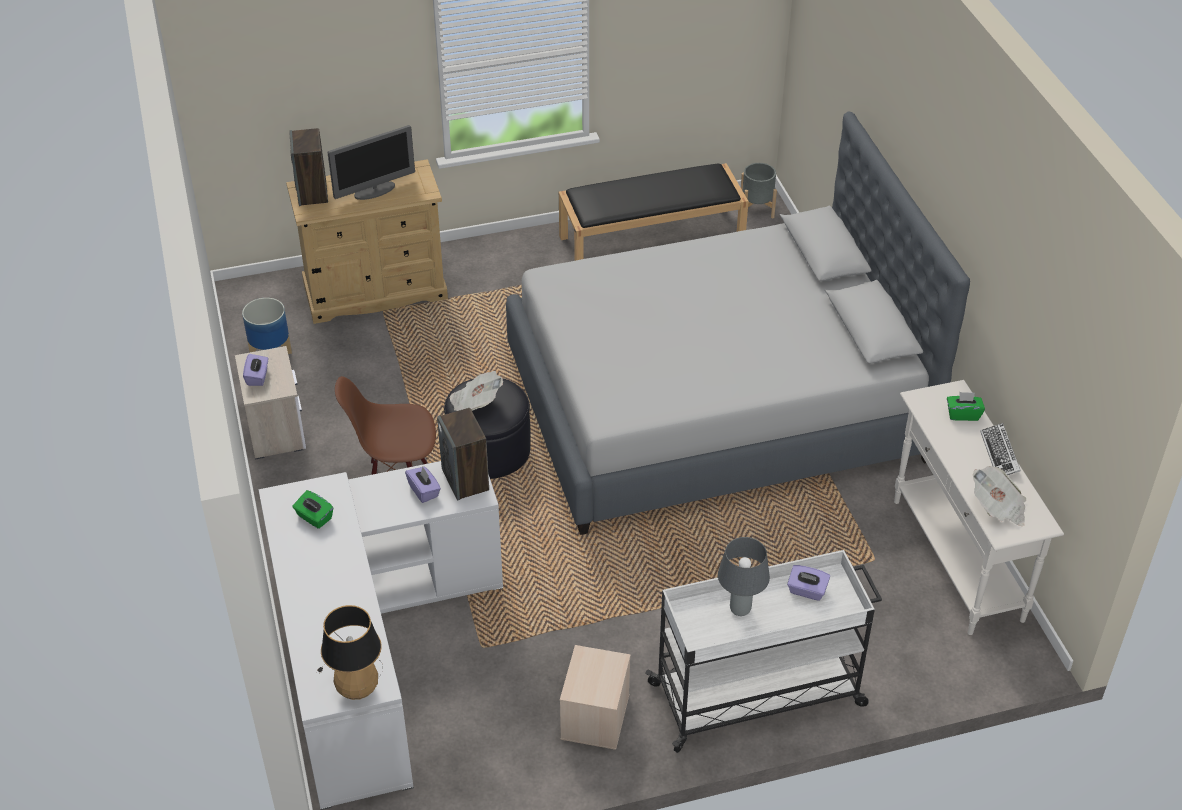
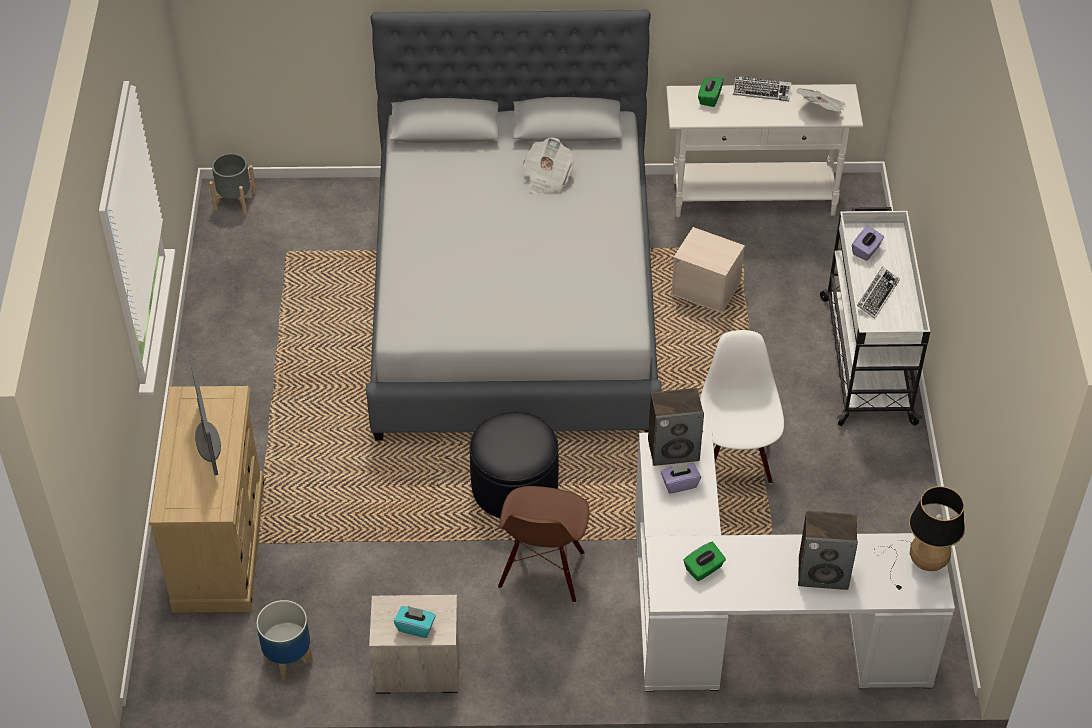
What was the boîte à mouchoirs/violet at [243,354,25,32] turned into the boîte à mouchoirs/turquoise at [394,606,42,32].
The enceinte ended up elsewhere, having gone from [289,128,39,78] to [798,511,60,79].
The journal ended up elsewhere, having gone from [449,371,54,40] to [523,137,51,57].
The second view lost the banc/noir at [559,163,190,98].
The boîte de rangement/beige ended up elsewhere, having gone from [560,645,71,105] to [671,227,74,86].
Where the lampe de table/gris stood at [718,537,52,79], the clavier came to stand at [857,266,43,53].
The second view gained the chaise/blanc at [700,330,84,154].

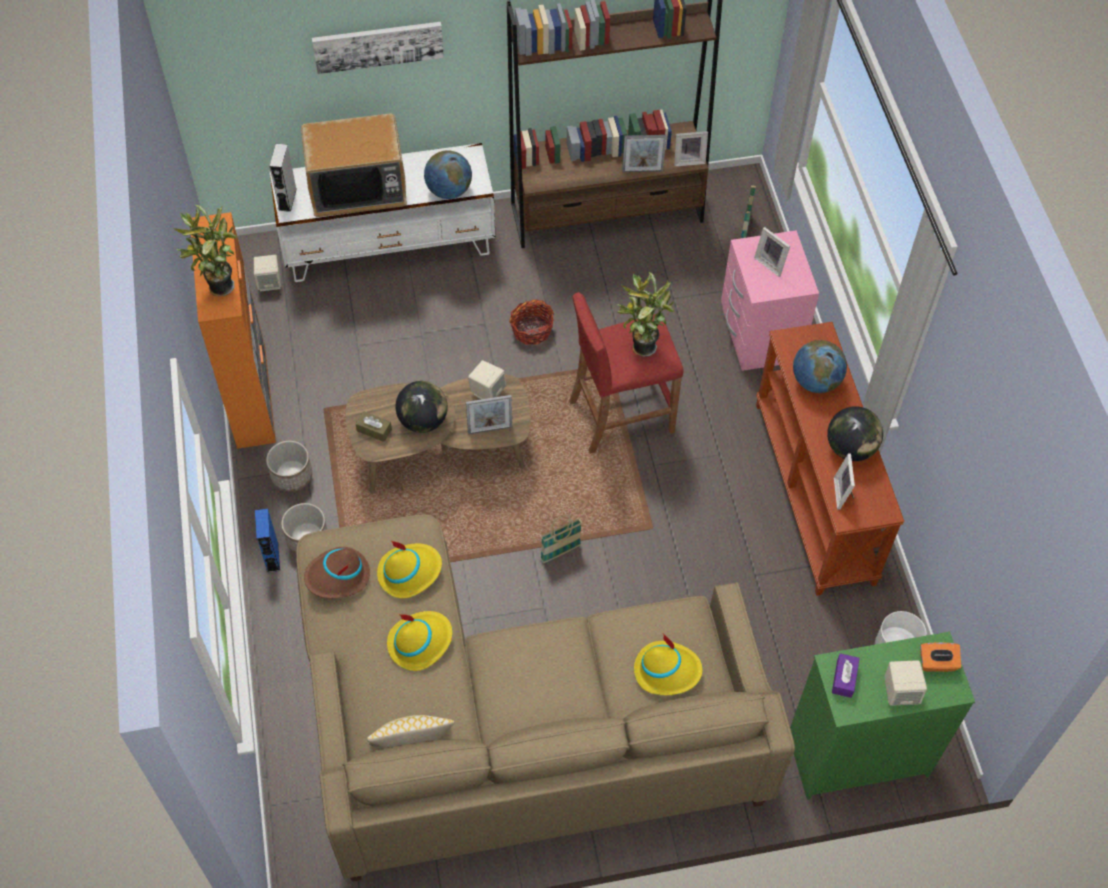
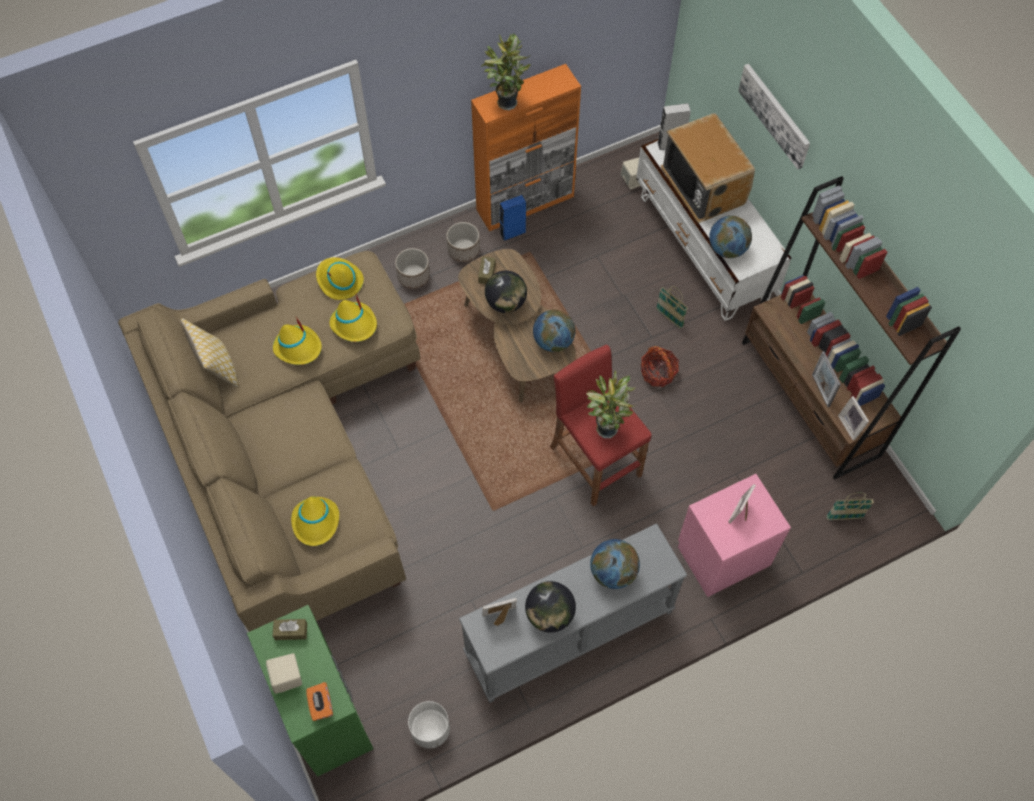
The enceinte/bleu ended up elsewhere, having gone from [255,508,25,65] to [500,195,26,46].
What was the chapeau/marron at [304,547,66,52] turned into the chapeau/jaune at [316,257,48,43].
The second view lost the cadre photo at [466,395,46,39].
Where the enceinte/beige stood at [468,360,38,39], the globe came to stand at [533,310,42,42].
The panier ended up elsewhere, having gone from [540,515,42,48] to [656,286,32,43].
What was the table console/marron at [756,322,148,274] turned into the table console/gris at [459,523,228,180].
What was the boîte à mouchoirs/violet at [832,653,28,45] turned into the boîte à mouchoirs/marron at [273,619,34,21].

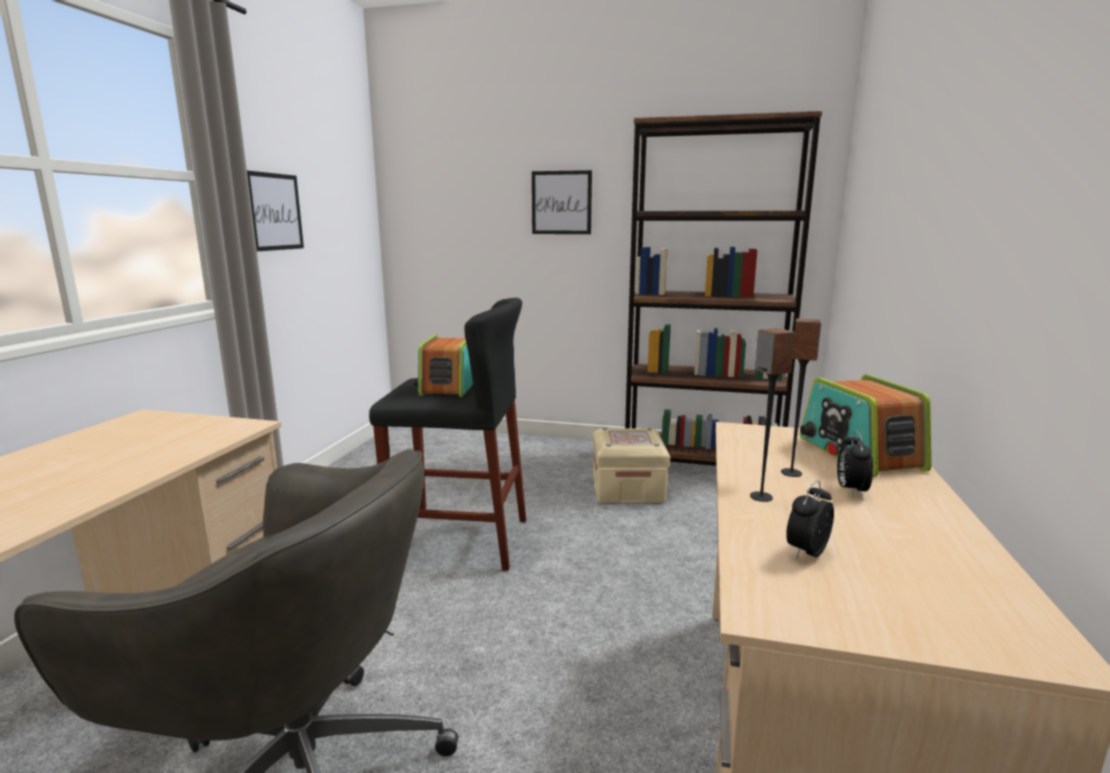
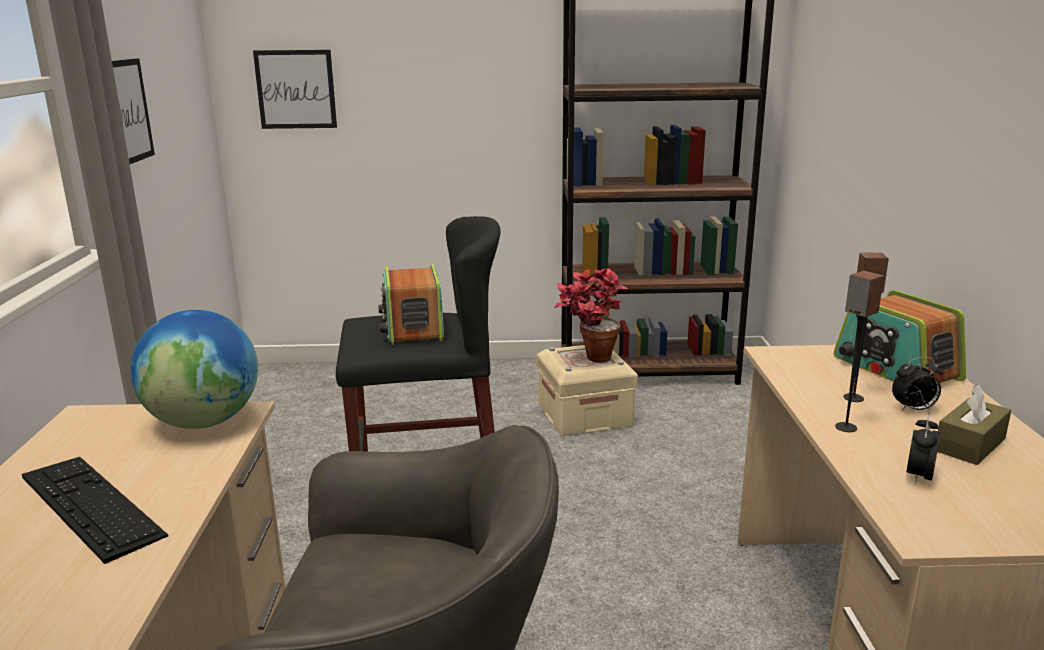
The tableau ended up elsewhere, having gone from [532,170,60,64] to [253,50,84,79].
The réveil at [837,430,36,67] ended up facing another way, 90 degrees counterclockwise from before.
The second view gained the clavier at [22,457,146,107].
The second view gained the globe at [130,310,128,119].
The second view gained the plante en pot at [554,268,74,95].
The second view gained the boîte à mouchoirs/marron at [937,384,74,81].

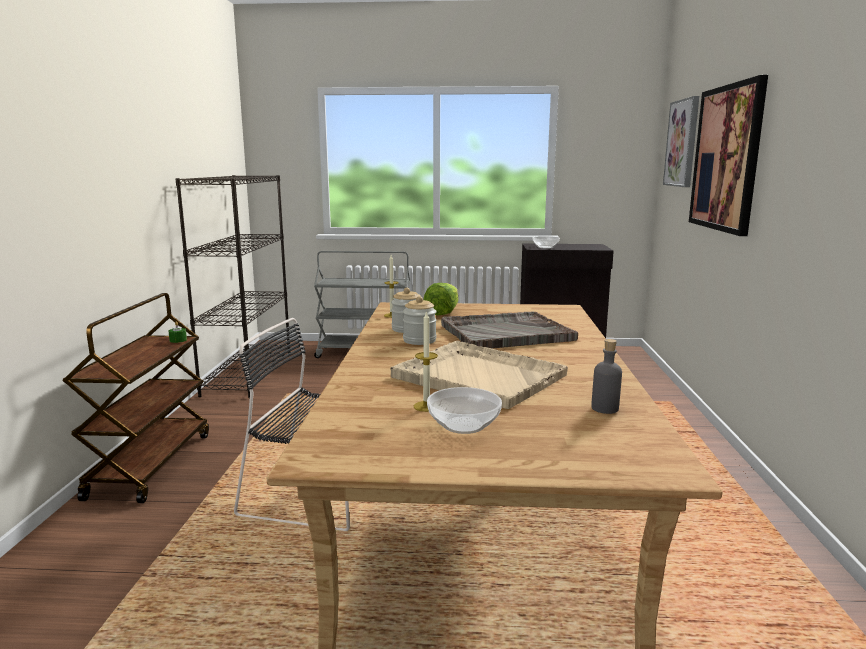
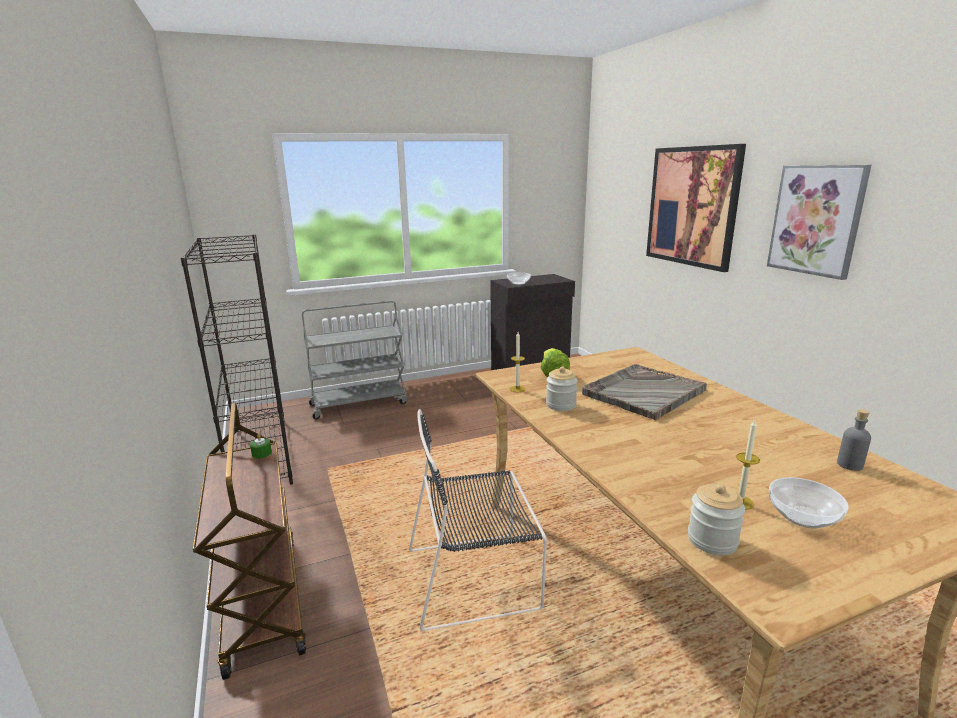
The second view lost the plateau/beige at [390,341,178,68].
The bocal ended up elsewhere, having gone from [403,296,33,49] to [688,484,57,71].
The tableau ended up elsewhere, having gone from [663,96,36,91] to [767,165,104,115].

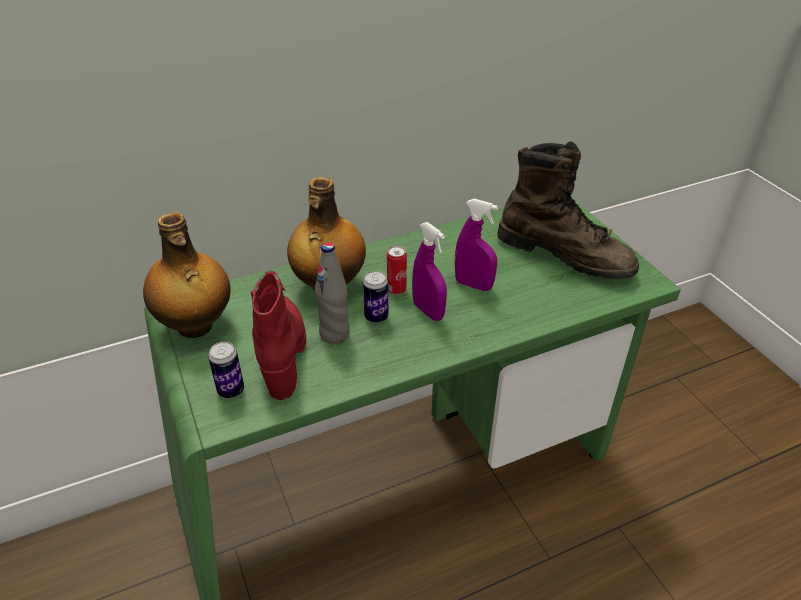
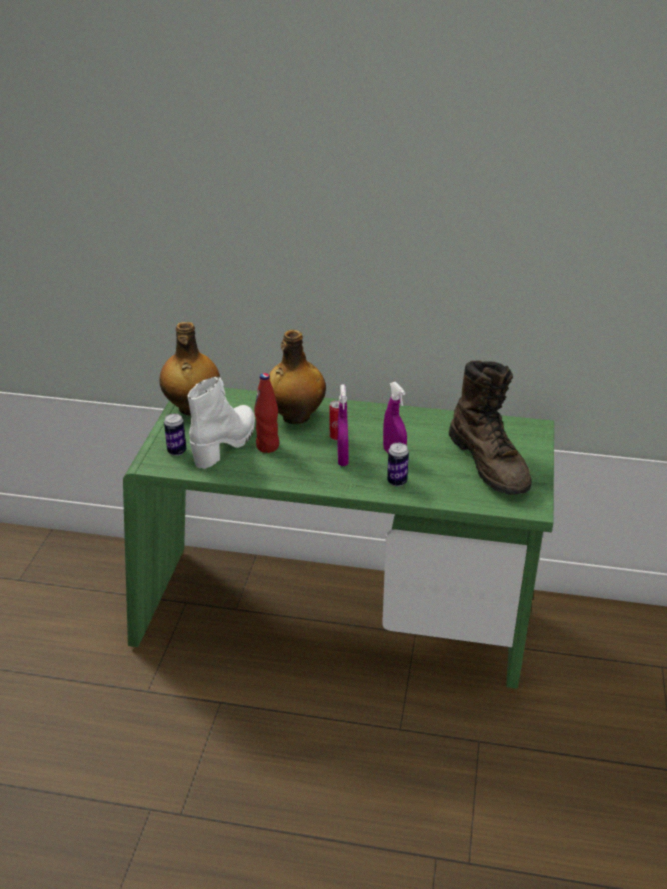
What was the botte/rouge at [251,270,55,130] turned into the botte/blanc at [188,377,67,92].
What was the bouteille/gris at [315,242,35,102] turned into the bouteille/rouge at [254,373,25,80].
The boîte métallique ended up elsewhere, having gone from [363,271,26,52] to [387,443,22,43].

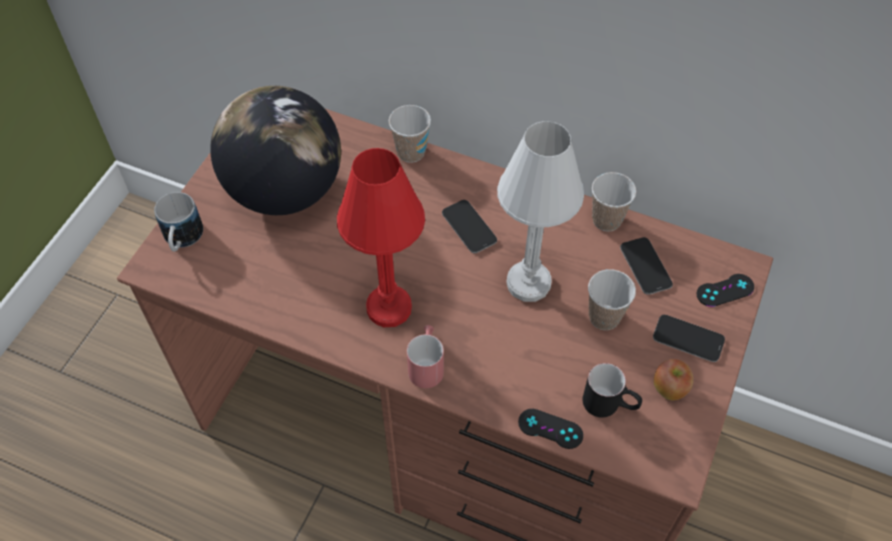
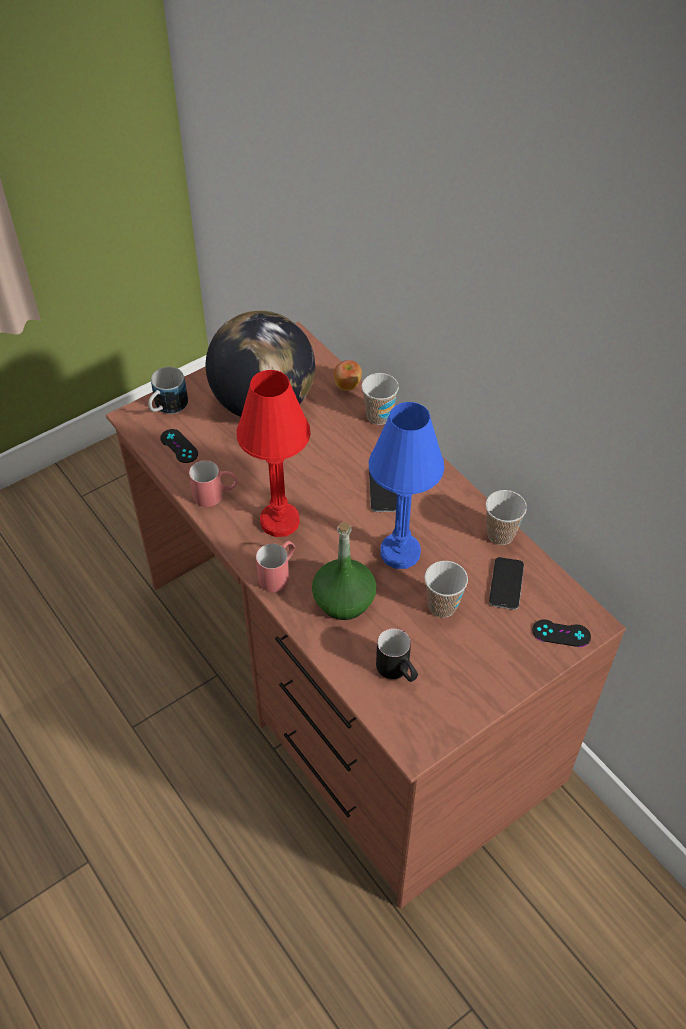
What was the lampe de table/blanc at [497,121,87,181] turned into the lampe de table/bleu at [369,402,75,167].
The manette/noir ended up elsewhere, having gone from [518,409,65,40] to [160,429,38,34].
The second view lost the téléphone at [653,315,72,47].
The pomme ended up elsewhere, having gone from [654,359,39,42] to [334,360,28,31].
The second view gained the mug/rouge at [189,460,48,47].
The second view gained the bouteille/vert at [312,522,64,98].

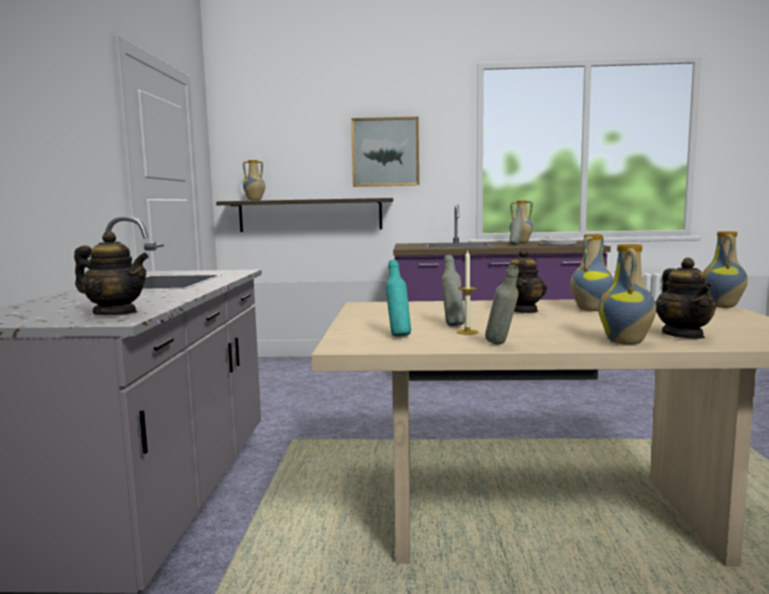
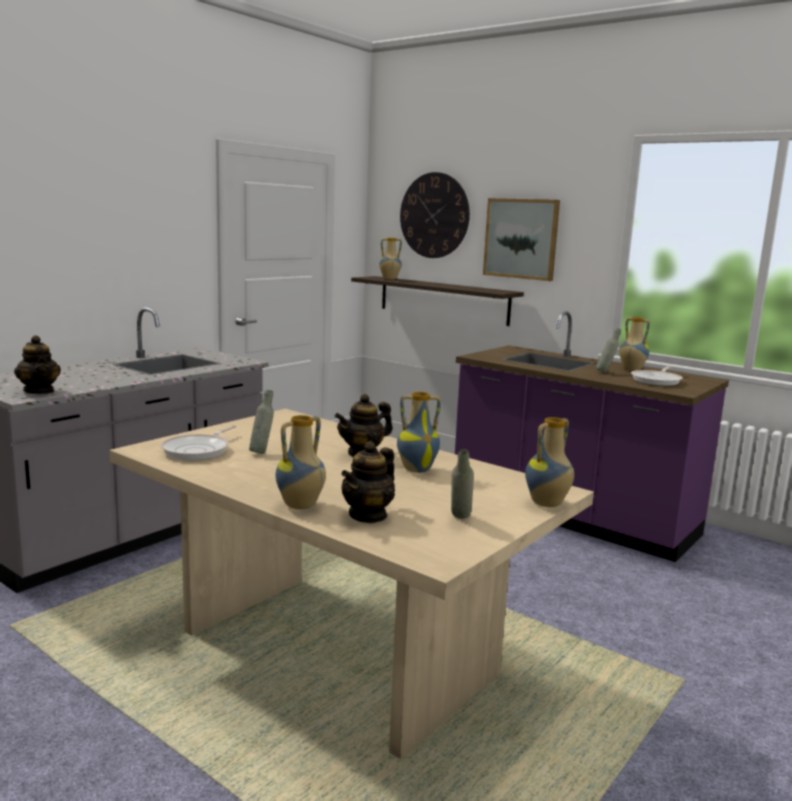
Where the bouteille/turquoise stood at [386,260,25,77], the poêle came to stand at [160,425,77,35].
The second view lost the bougie at [456,250,22,85].
The bouteille/gris ended up elsewhere, having gone from [485,265,34,79] to [451,449,23,70].
The second view gained the horloge murale at [400,172,70,86].

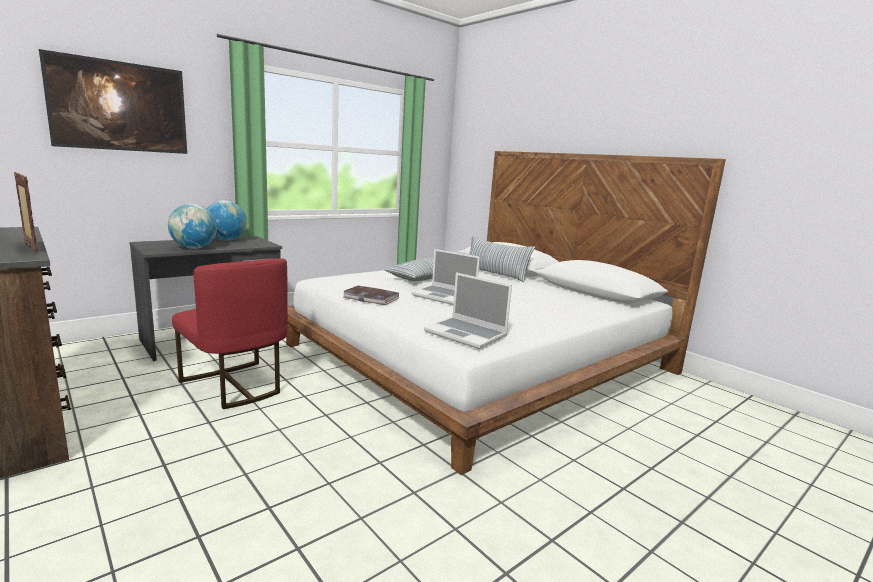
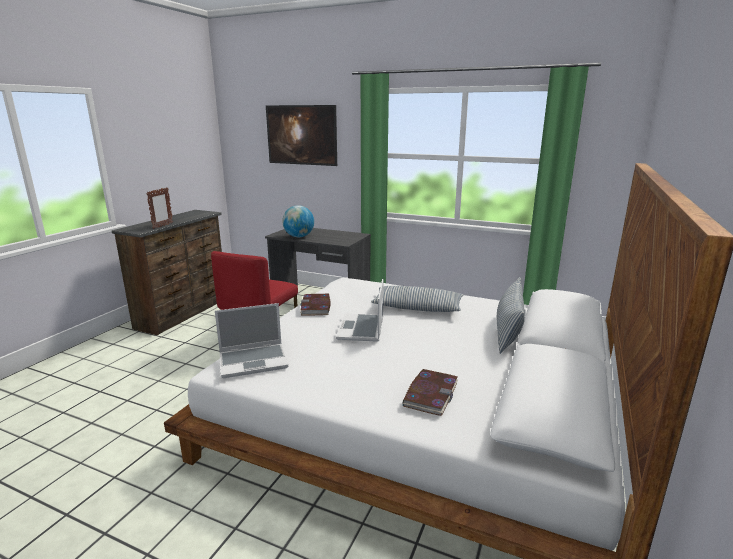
The second view lost the globe at [207,200,40,41].
The ordinateur portable at [424,272,88,77] ended up facing another way, 120 degrees counterclockwise from before.
The second view gained the livre at [403,369,55,47].

